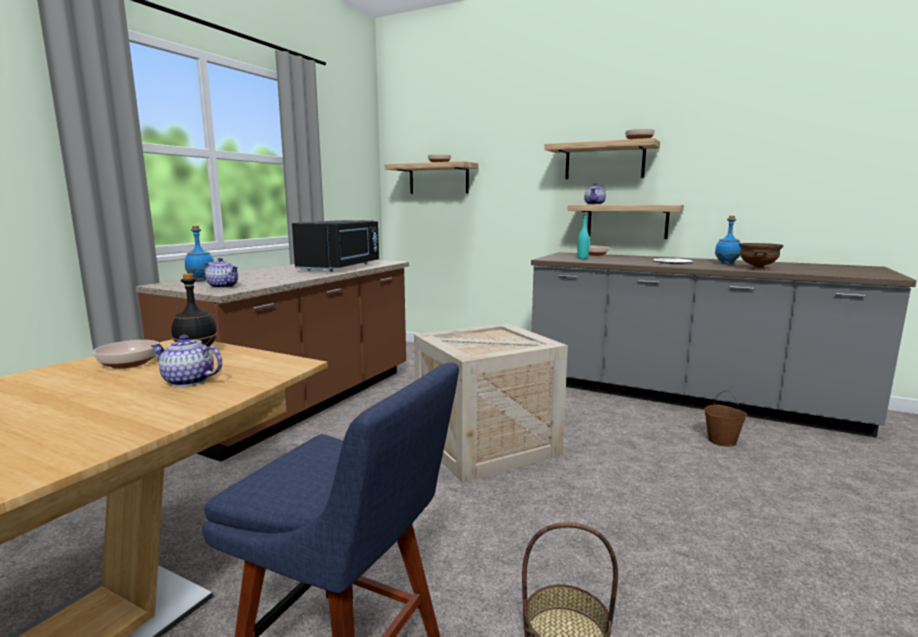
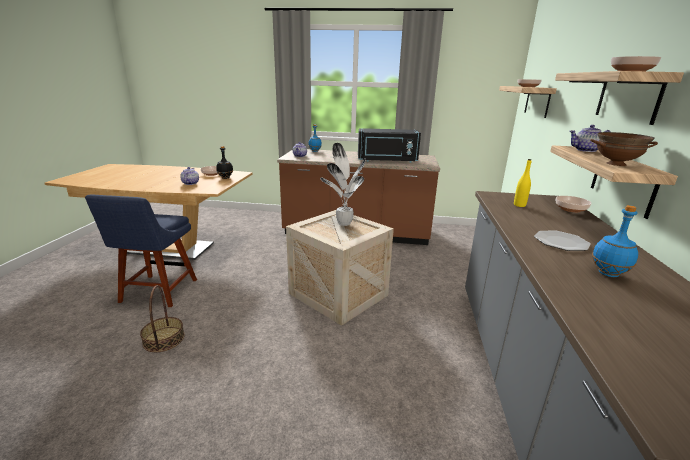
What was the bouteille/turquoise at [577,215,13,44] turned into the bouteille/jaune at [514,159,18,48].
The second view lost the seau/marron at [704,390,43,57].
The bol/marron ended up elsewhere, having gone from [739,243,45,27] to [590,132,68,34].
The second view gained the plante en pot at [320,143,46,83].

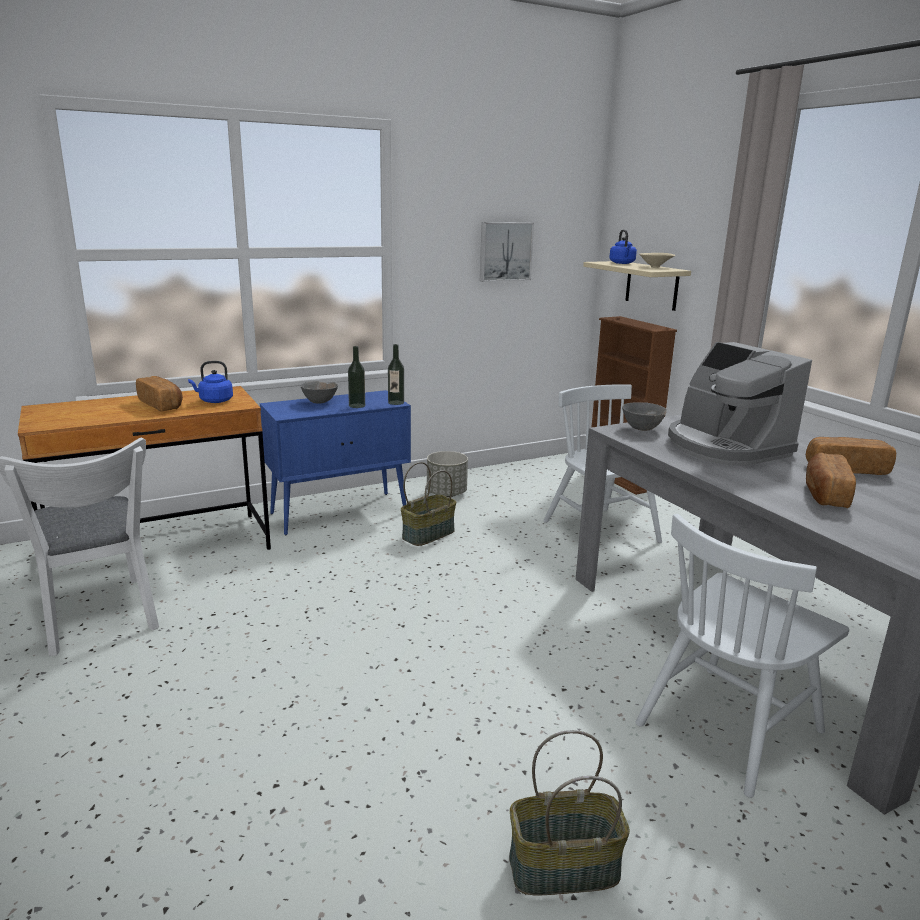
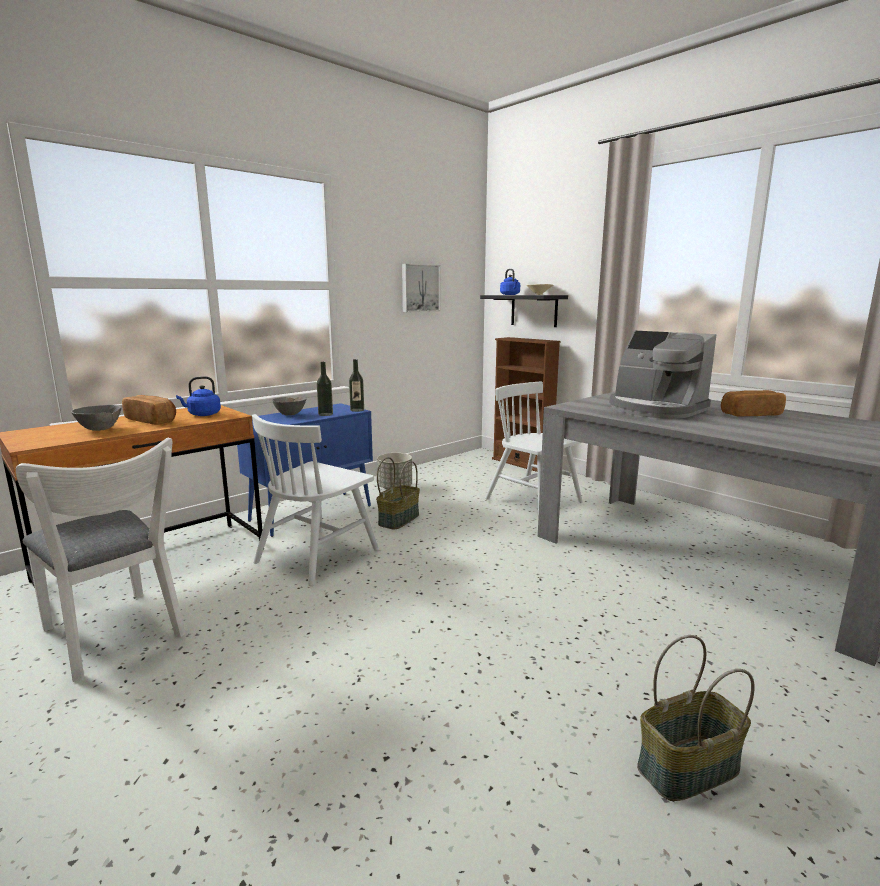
What was the étagère/beige at [583,261,108,50] turned into the étagère/noir at [480,295,88,32].
The bol/gris ended up elsewhere, having gone from [622,402,45,29] to [71,405,50,26].
The chaise/blanc ended up elsewhere, having gone from [635,514,214,284] to [252,414,127,172].
The second view lost the pain at [806,453,50,55].

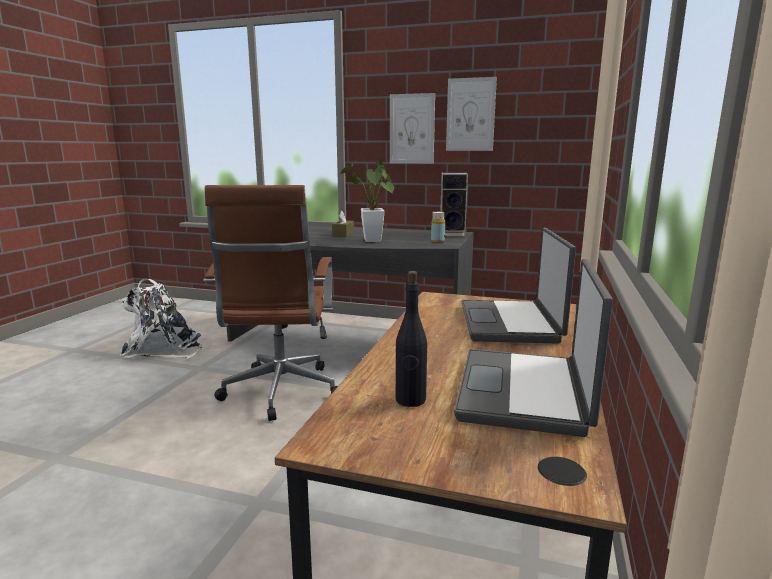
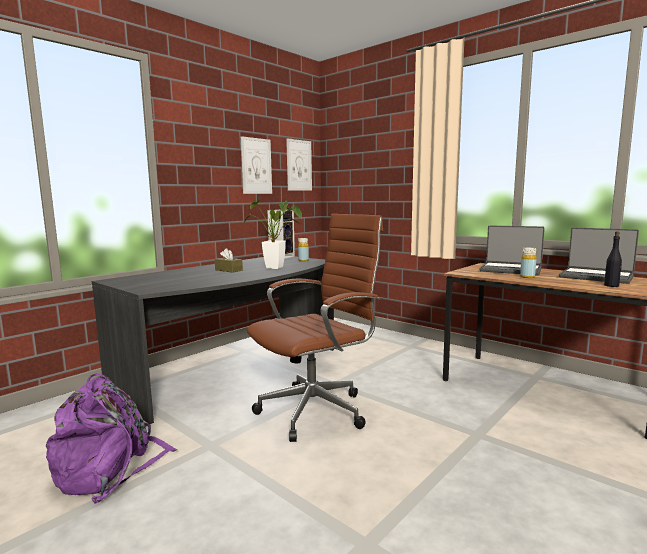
What was the sac à dos/blanc at [120,279,82,80] turned into the sac à dos/violet at [46,374,132,129].
The chaise de bureau/marron at [203,185,135,236] ended up facing another way, 60 degrees counterclockwise from before.
The tableau ended up elsewhere, having gone from [390,93,45,71] to [286,138,26,53].
The second view gained the bouteille/jaune at [520,248,17,30].

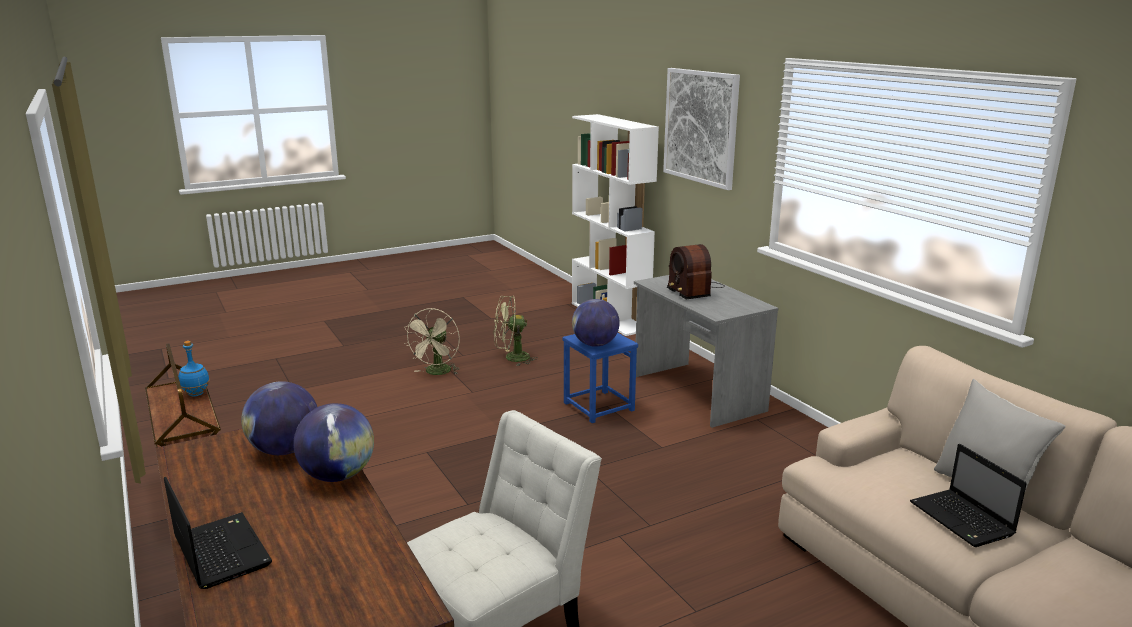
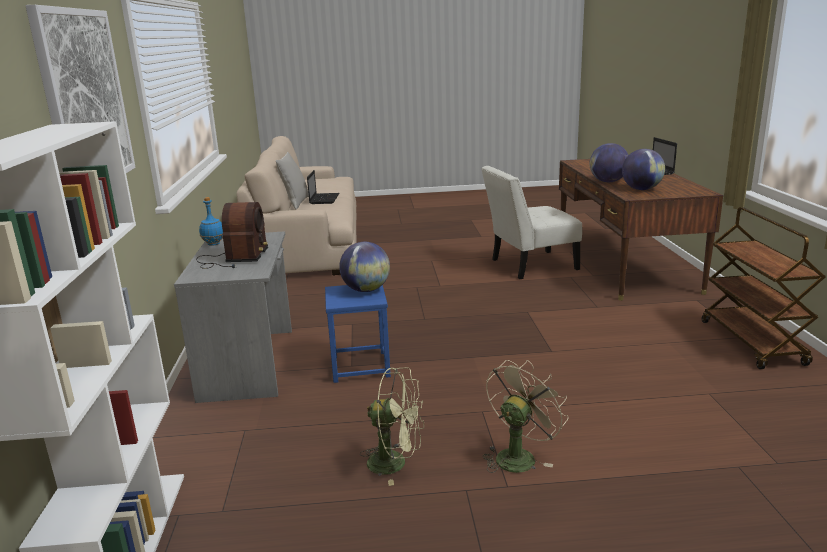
The bouteille/bleu ended up elsewhere, having gone from [178,341,32,56] to [199,197,24,49].

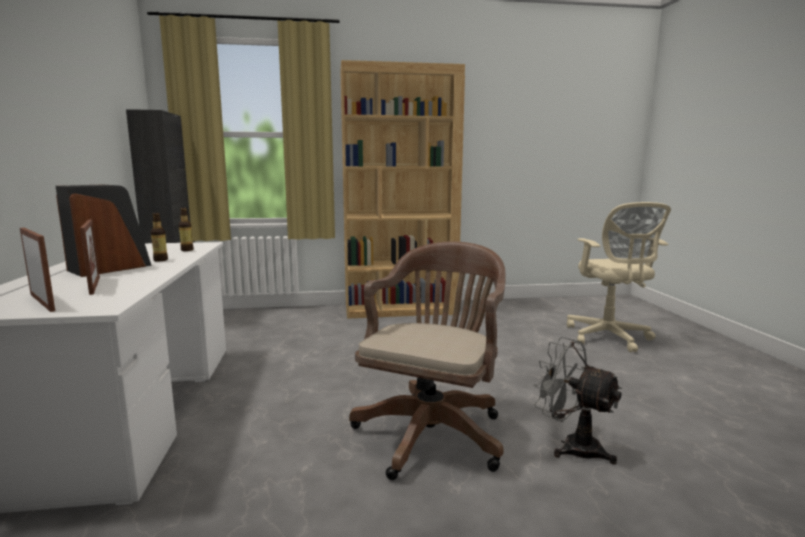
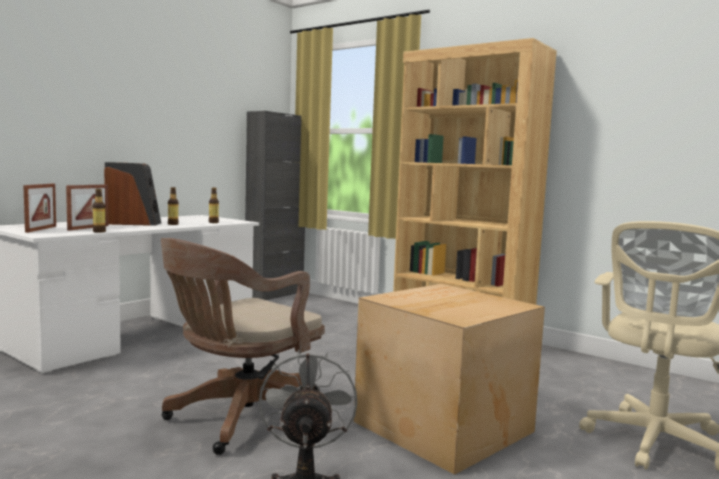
The chaise de bureau/marron at [349,241,157,239] ended up facing another way, 150 degrees clockwise from before.
The second view gained the bouteille at [92,189,14,43].
The second view gained the carton at [354,284,191,191].

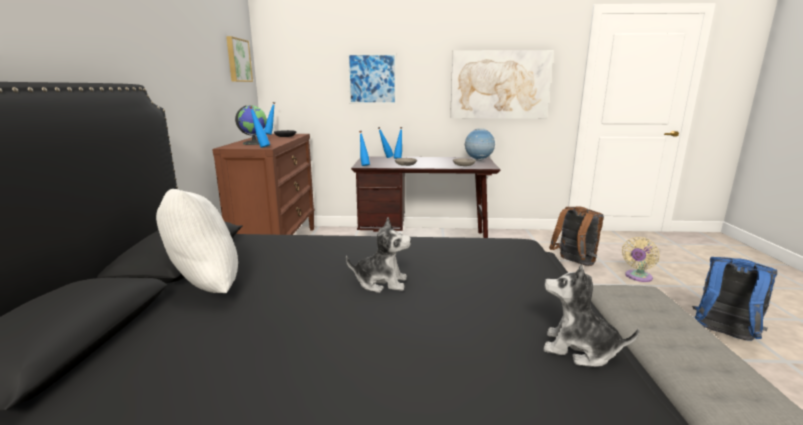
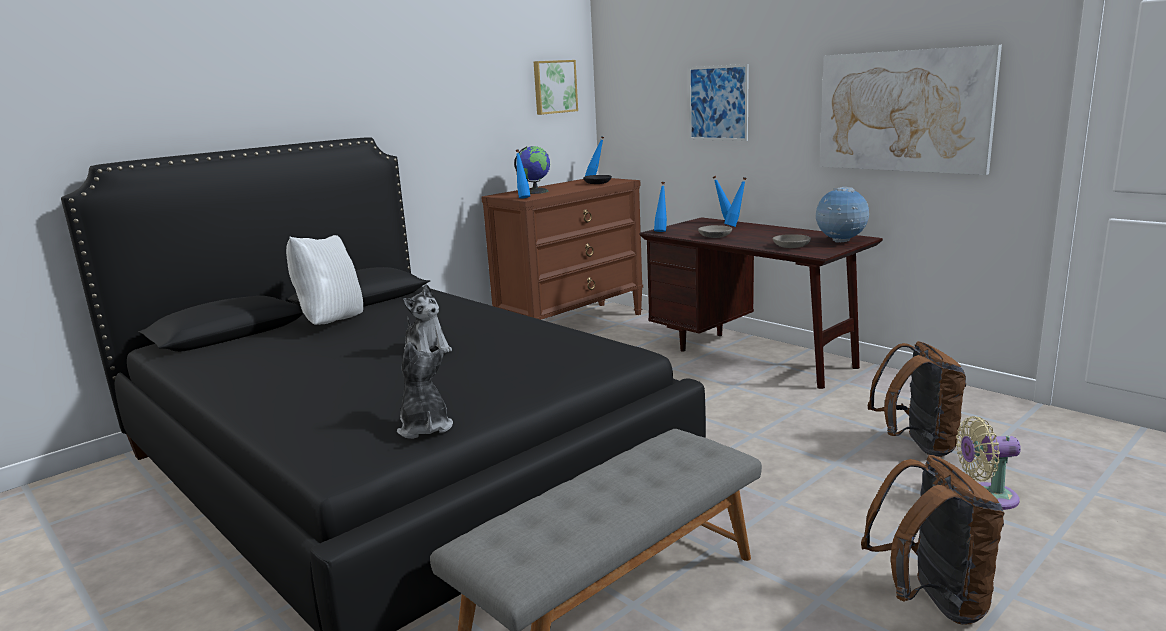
What was the sac à dos/bleu at [692,257,85,84] turned into the sac à dos/marron at [861,455,143,170].

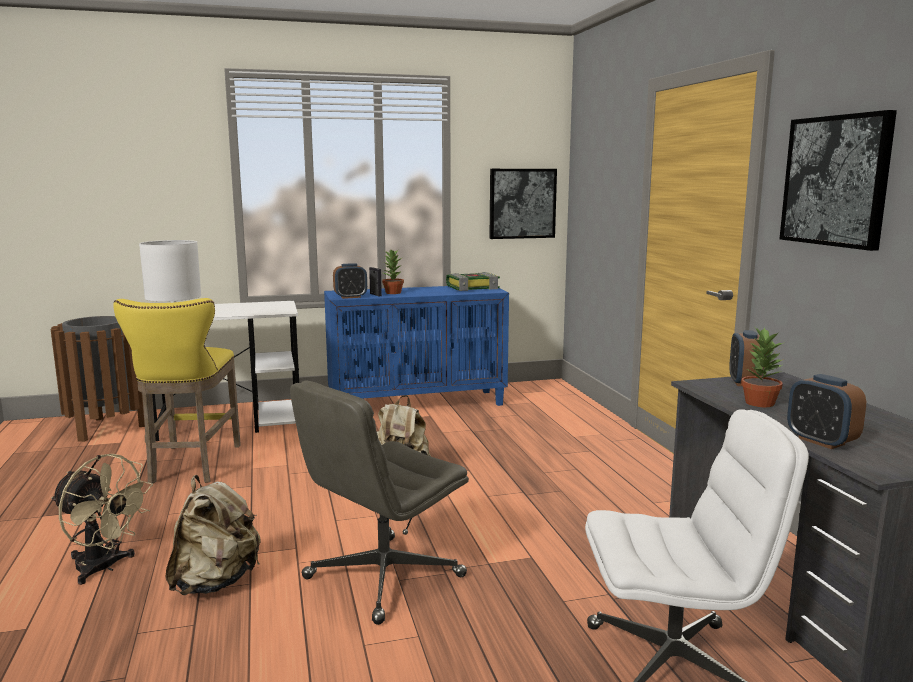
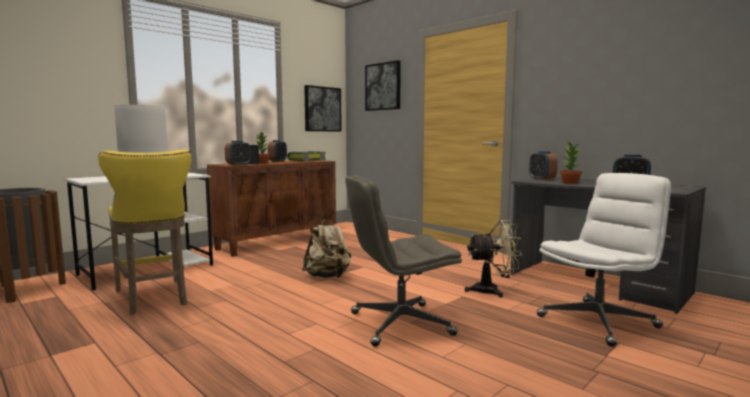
The ventilateur/beige ended up elsewhere, having gone from [51,454,102,131] to [464,220,58,78].
The second view lost the sac à dos/beige at [165,475,96,120].
The chaise de bureau/gris at [290,380,179,245] ended up facing another way, 60 degrees clockwise from before.
What was the meuble de rangement/bleu at [324,286,185,120] turned into the meuble de rangement/marron at [207,160,129,97].
The tableau ended up elsewhere, having gone from [780,110,117,141] to [365,60,36,51].
The second view gained the réveil at [268,140,19,22].

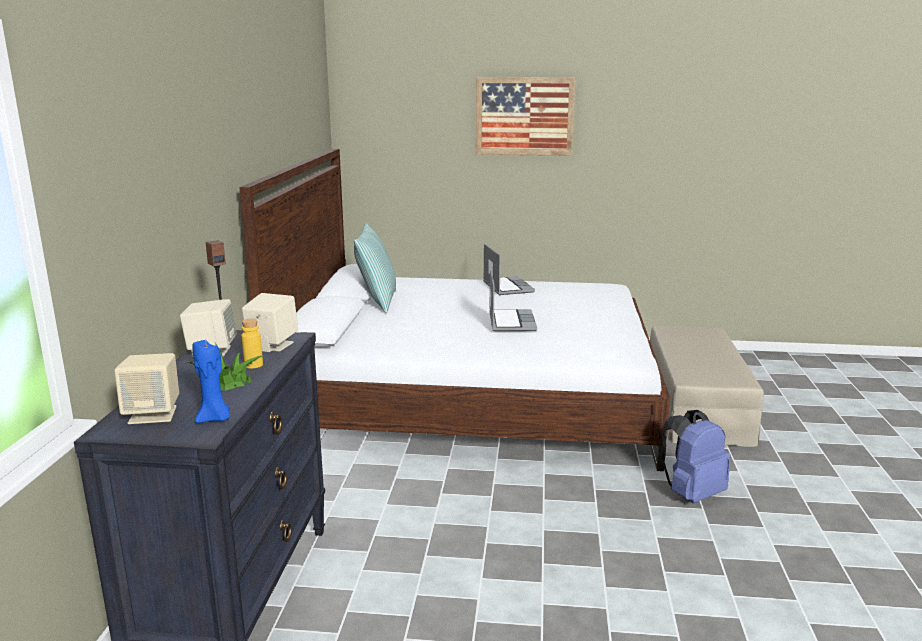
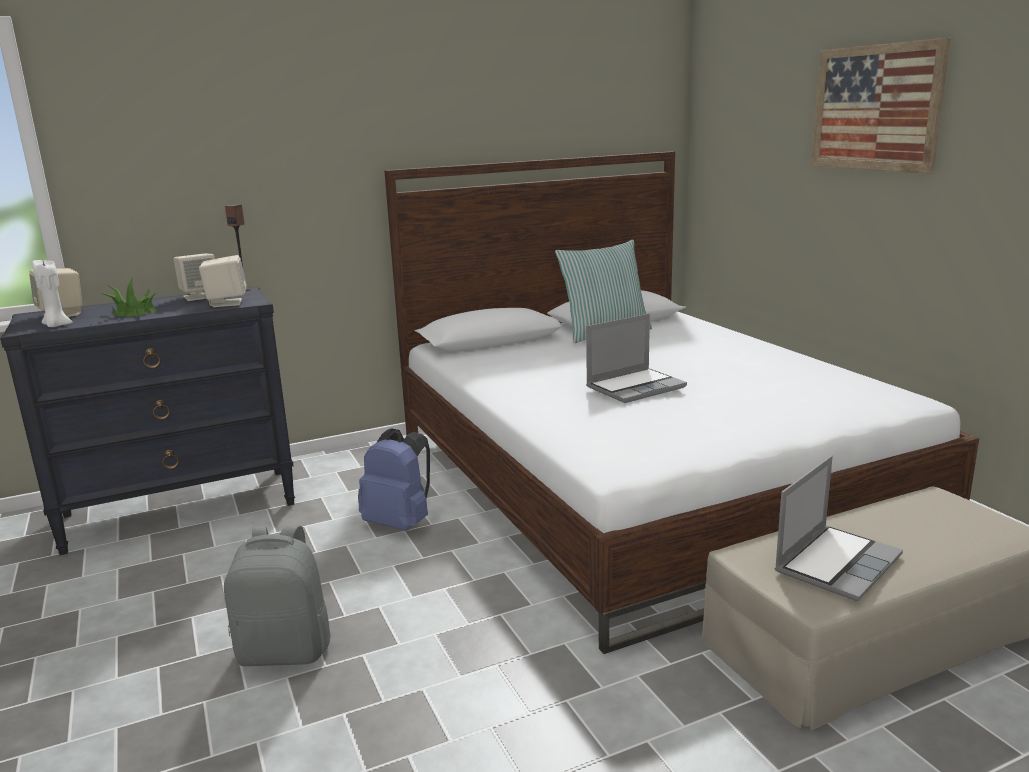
What was the bougie/bleu at [192,339,38,84] turned into the bougie/blanc at [32,260,41,67].
The second view lost the bouteille/jaune at [241,319,22,49].
The ordinateur portable ended up elsewhere, having gone from [483,244,52,51] to [775,456,128,145].
The sac à dos/bleu ended up elsewhere, having gone from [662,410,68,93] to [358,428,72,103].
The second view gained the sac à dos/gris at [224,525,107,141].

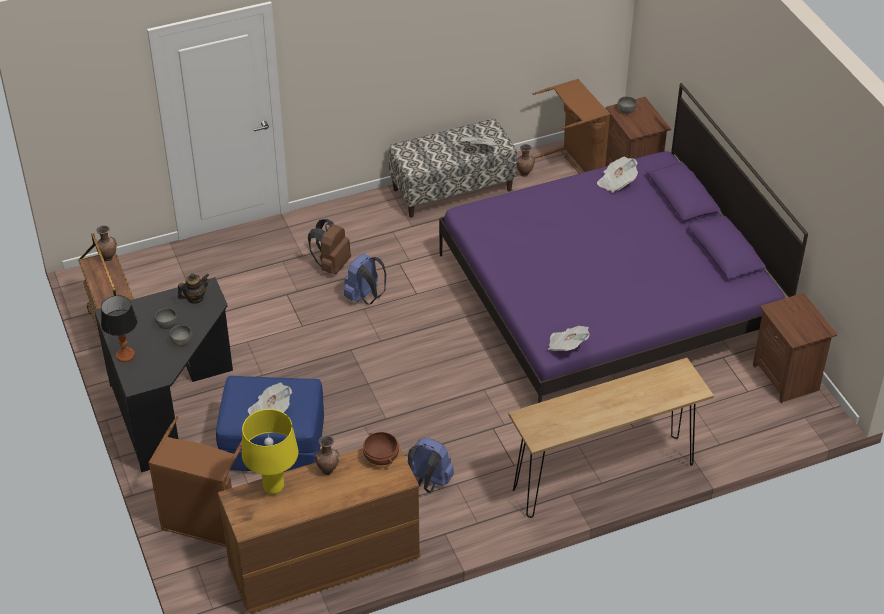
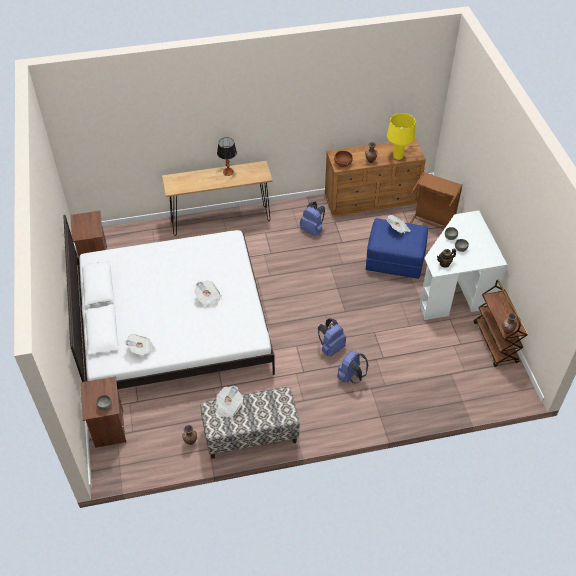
What was the bureau/noir at [94,277,139,195] turned into the bureau/blanc at [419,211,88,109].
The lampe de table ended up elsewhere, having gone from [101,295,37,67] to [217,137,20,39].
What was the sac à dos/marron at [308,219,43,55] turned into the sac à dos/bleu at [337,351,31,33].
What was the lit/violet at [439,83,369,320] turned into the lit/blanc at [63,215,212,174].
The second view lost the panier à linge/marron at [533,79,77,95].
The journal ended up elsewhere, having gone from [548,326,42,25] to [194,280,28,28].

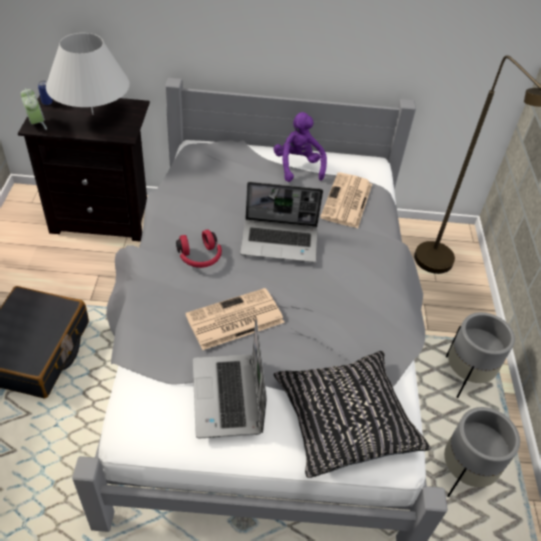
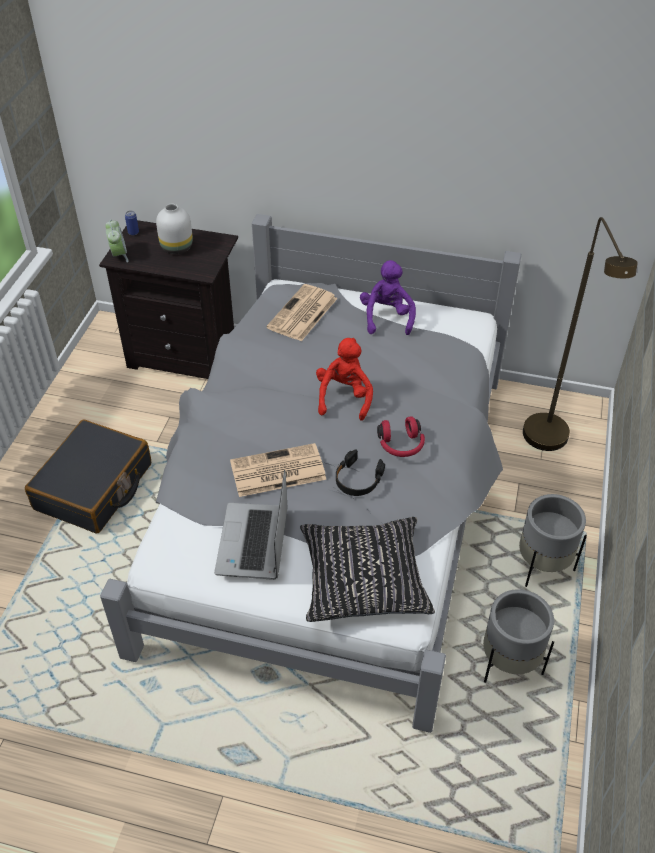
Where the lampe de table/blanc stood at [46,33,84,82], the vase/blanc came to stand at [156,204,37,50].
The casque audio/rouge ended up elsewhere, having gone from [176,230,46,38] to [377,416,48,41].
Where the ordinateur portable stood at [240,182,83,80], the peluche/rouge came to stand at [316,338,57,83].
The journal ended up elsewhere, having gone from [320,173,52,55] to [267,284,71,58].
The second view gained the casque audio/noir at [336,449,49,47].

